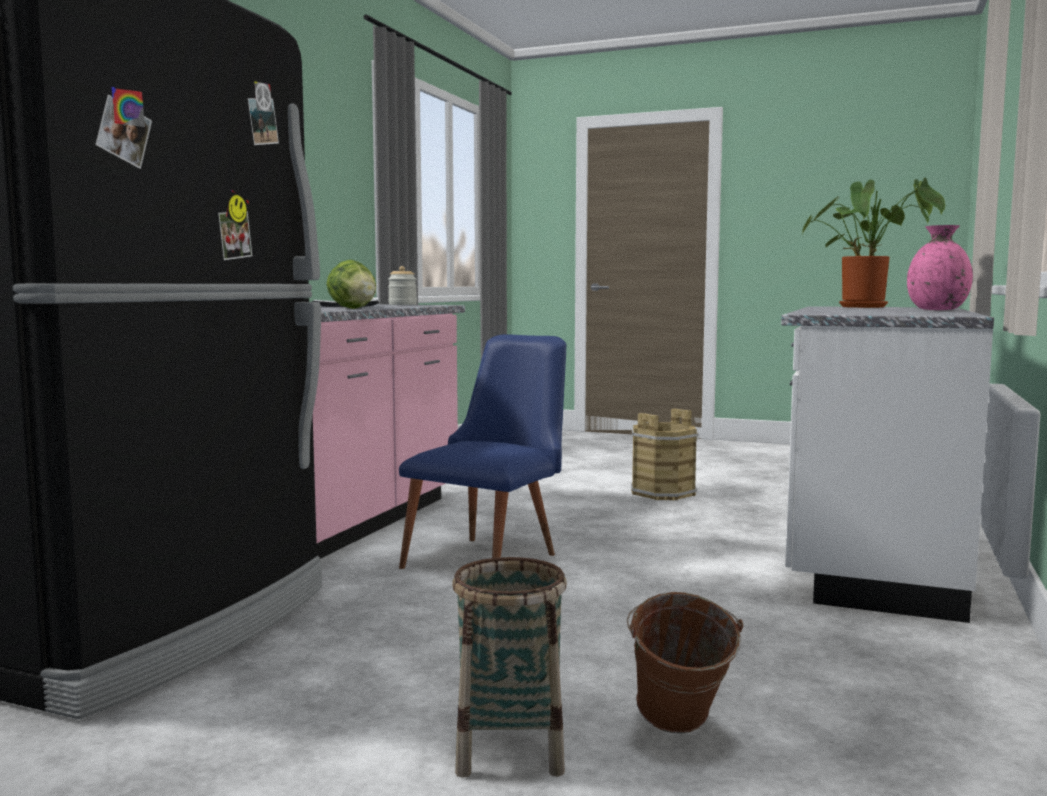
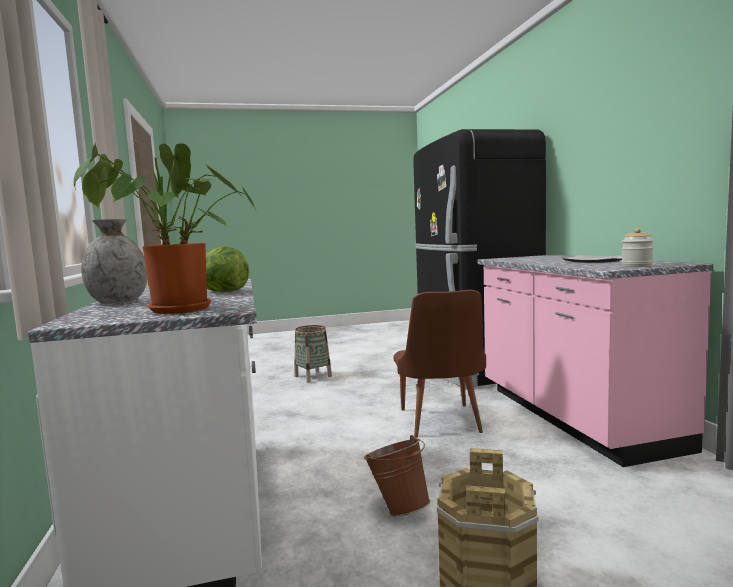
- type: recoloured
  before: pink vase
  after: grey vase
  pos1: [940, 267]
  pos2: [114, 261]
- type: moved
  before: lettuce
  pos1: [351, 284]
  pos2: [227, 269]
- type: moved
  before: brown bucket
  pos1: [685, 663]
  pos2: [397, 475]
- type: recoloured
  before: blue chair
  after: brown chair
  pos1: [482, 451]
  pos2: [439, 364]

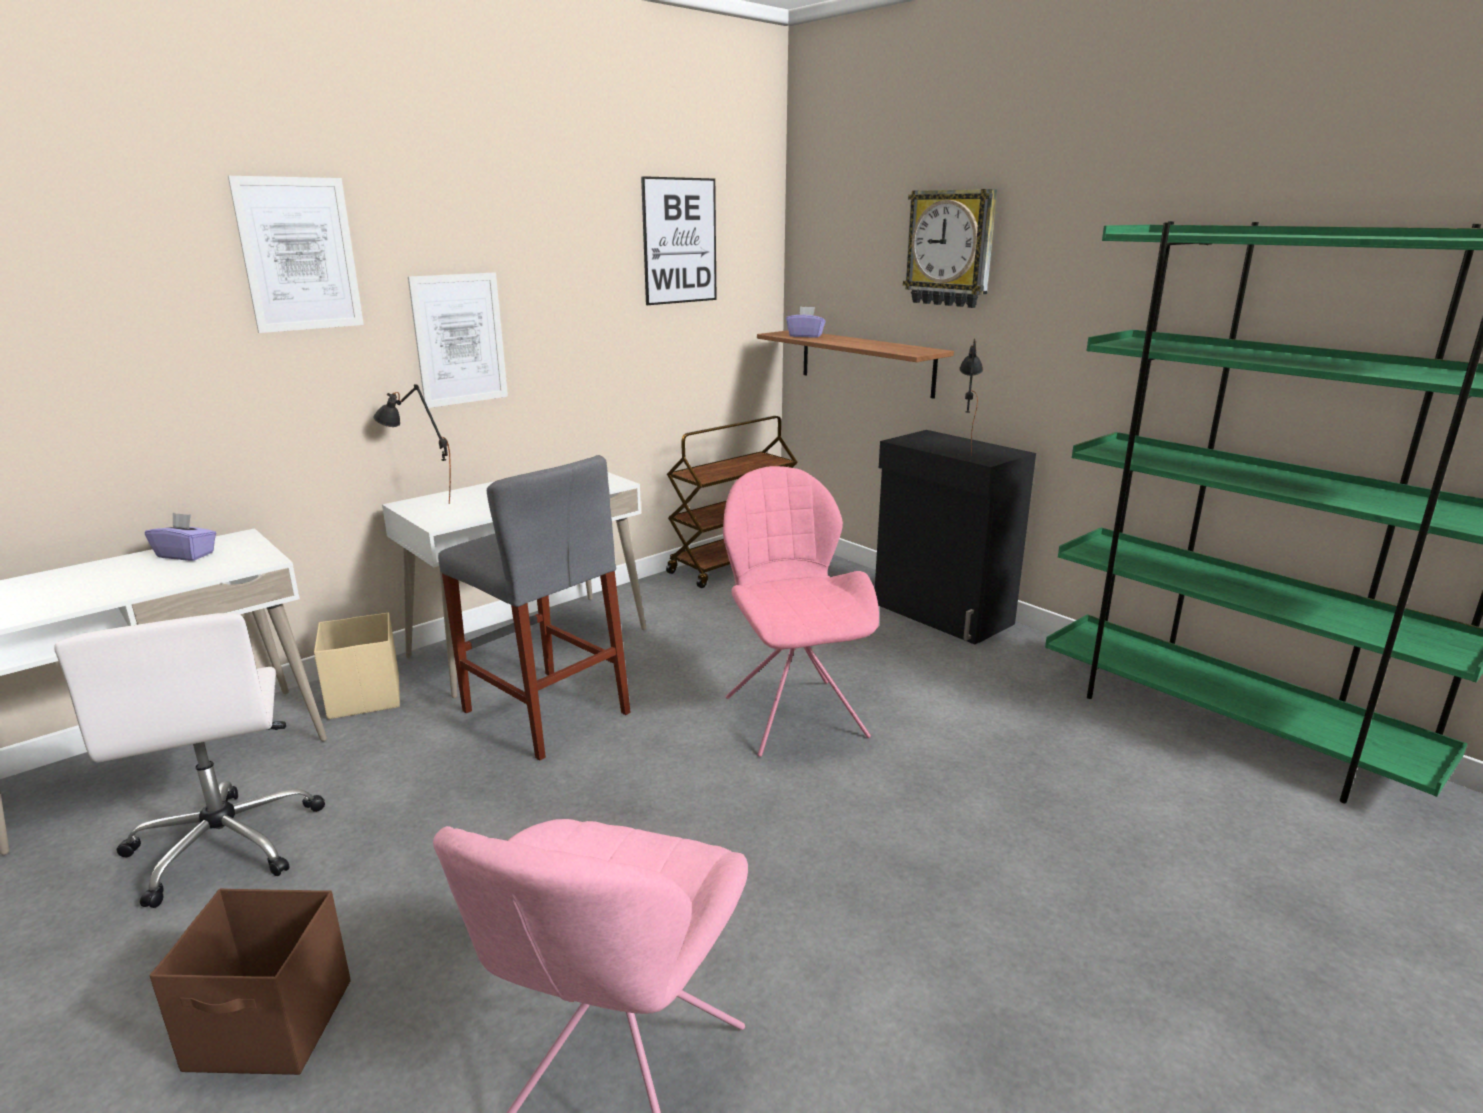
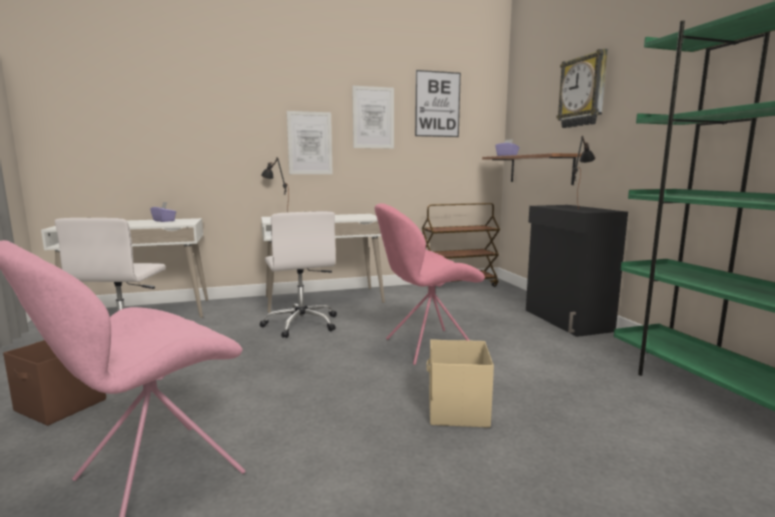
- type: replaced
  before: grey stool
  after: white office chair
  pos1: [534, 608]
  pos2: [298, 274]
- type: moved
  before: picture
  pos1: [296, 254]
  pos2: [373, 117]
- type: turned
  before: pink chair
  pos1: [801, 611]
  pos2: [429, 284]
  turn: -120
- type: moved
  before: beige storage box
  pos1: [357, 665]
  pos2: [460, 383]

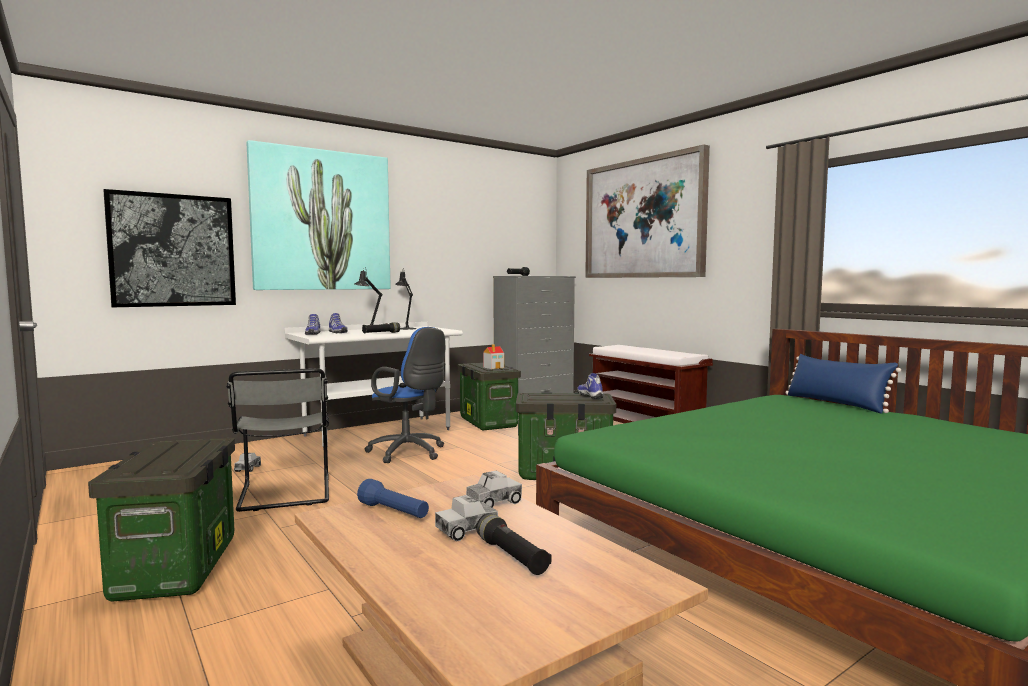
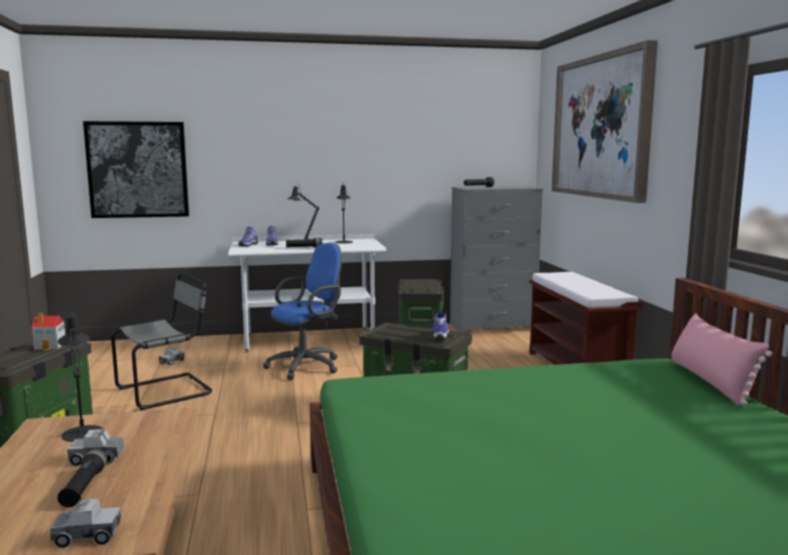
- type: moved
  before: toy house
  pos1: [493, 356]
  pos2: [48, 331]
- type: moved
  before: toy truck
  pos1: [494, 489]
  pos2: [85, 523]
- type: replaced
  before: blue flashlight
  after: black table lamp
  pos1: [393, 498]
  pos2: [80, 376]
- type: turned
  before: grey chair
  pos1: [277, 440]
  pos2: [161, 341]
  turn: -135
- type: turned
  before: blue office chair
  pos1: [404, 395]
  pos2: [302, 311]
  turn: -105
- type: recoloured
  before: blue pillow
  after: pink pillow
  pos1: [843, 384]
  pos2: [722, 359]
- type: removed
  before: picture
  pos1: [319, 215]

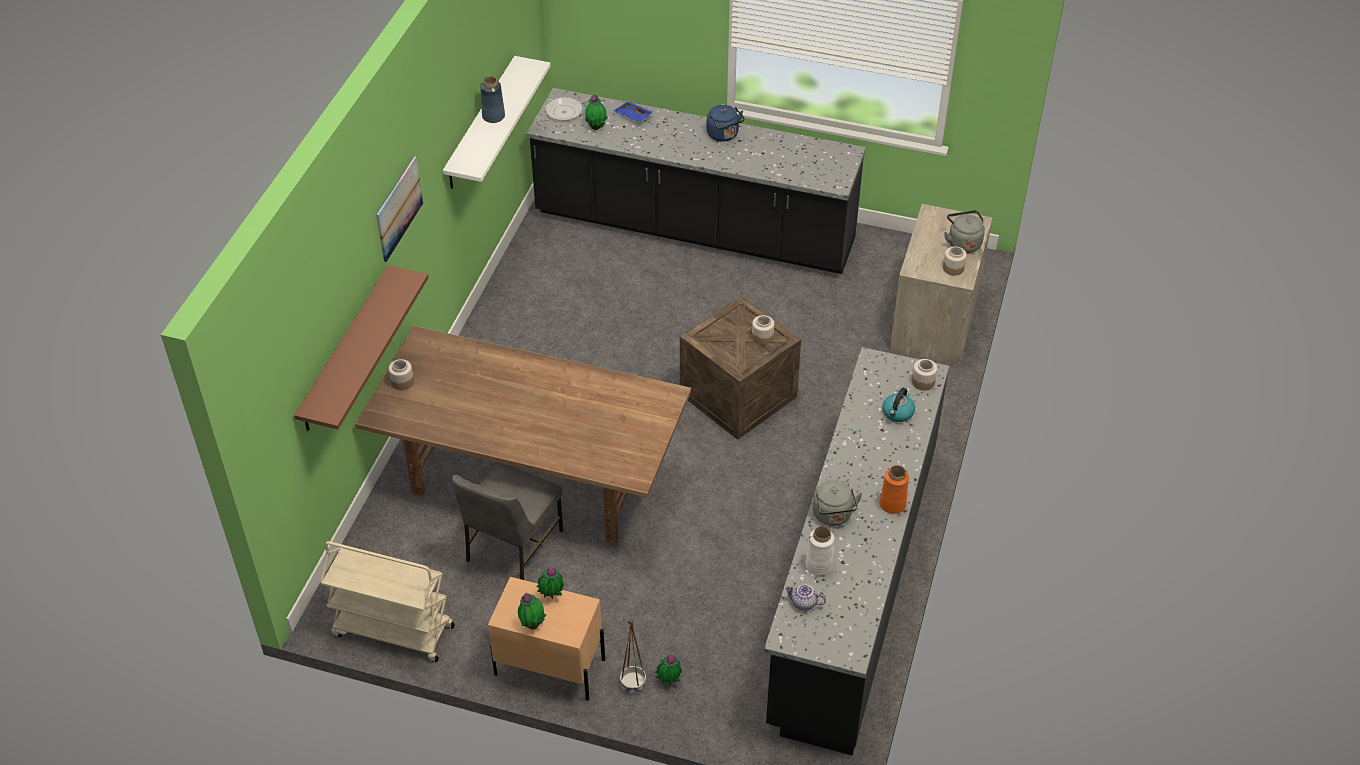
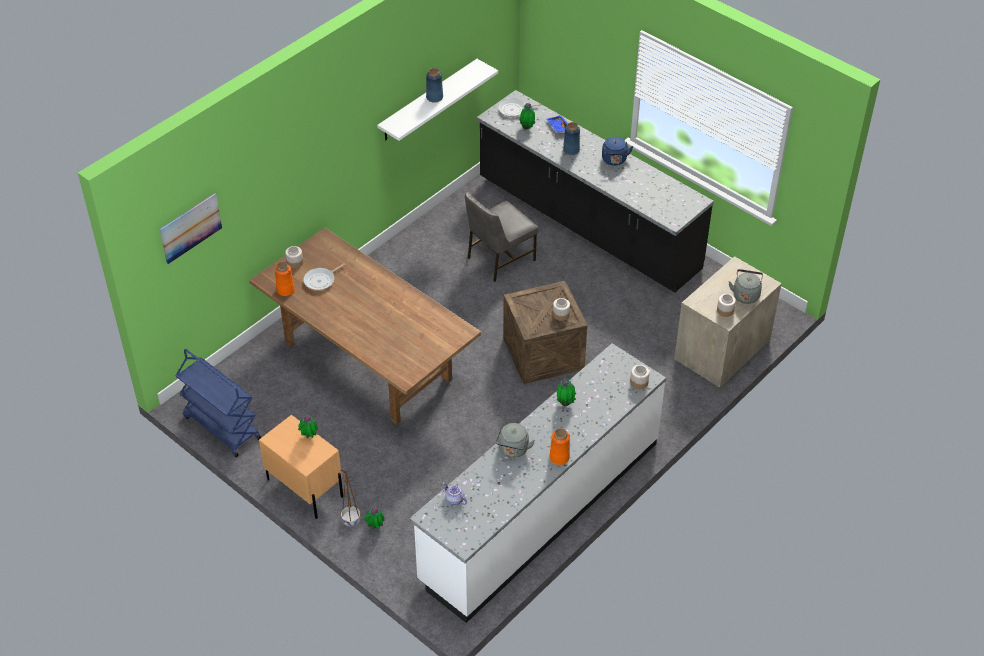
- type: moved
  before: picture
  pos1: [399, 209]
  pos2: [191, 228]
- type: recoloured
  before: beige cart
  after: blue cart
  pos1: [388, 601]
  pos2: [218, 403]
- type: added
  after: orange vase
  pos2: [285, 279]
- type: added
  after: frying pan
  pos2: [324, 276]
- type: recoloured
  before: black counter
  after: white counter
  pos1: [856, 551]
  pos2: [538, 483]
- type: moved
  before: grey chair
  pos1: [508, 521]
  pos2: [501, 237]
- type: moved
  before: potted plant
  pos1: [532, 611]
  pos2: [566, 392]
- type: added
  after: blue vase
  pos2: [571, 138]
- type: removed
  before: brown shelf
  pos1: [361, 348]
- type: removed
  before: white vase
  pos1: [819, 550]
- type: removed
  before: kettle
  pos1: [898, 405]

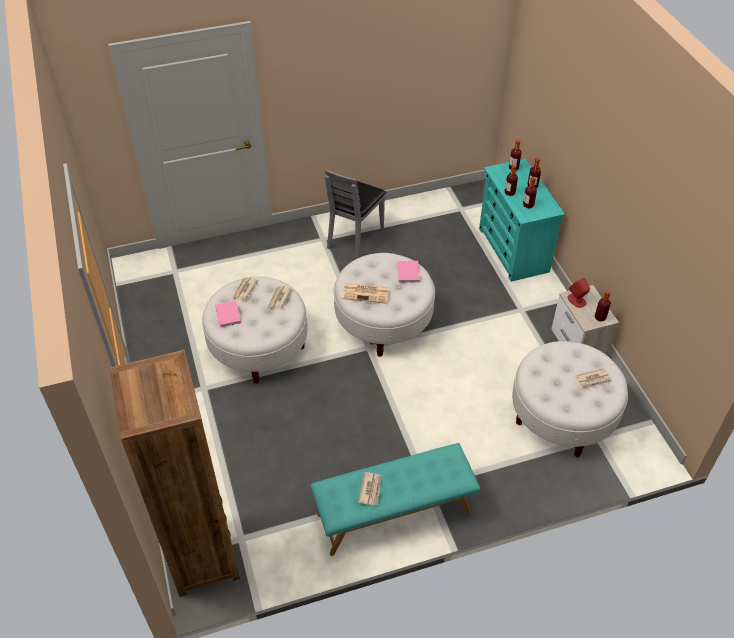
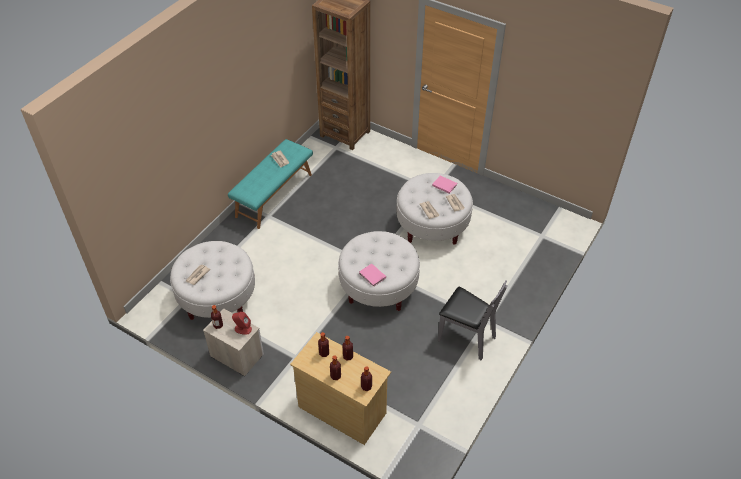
- type: recoloured
  before: turquoise dresser
  after: beige dresser
  pos1: [522, 220]
  pos2: [340, 388]
- type: turned
  before: grey chair
  pos1: [355, 214]
  pos2: [472, 320]
  turn: 135
- type: removed
  before: newspaper
  pos1: [366, 293]

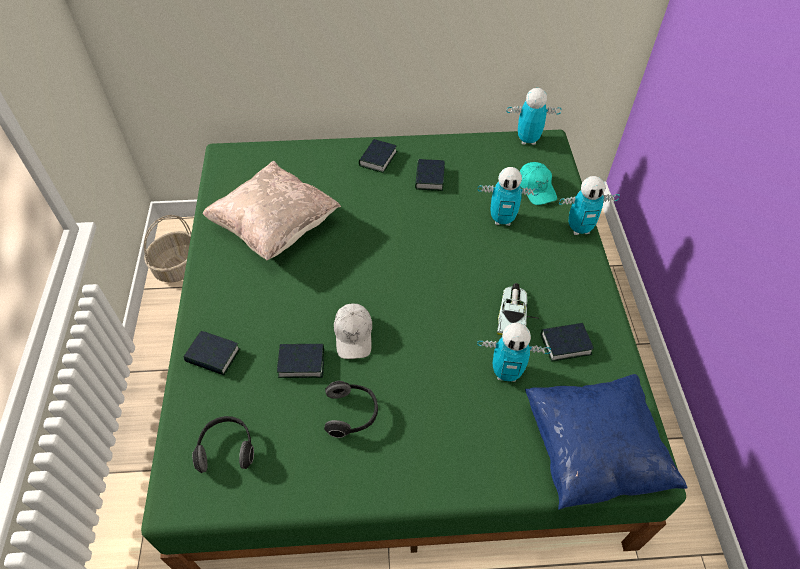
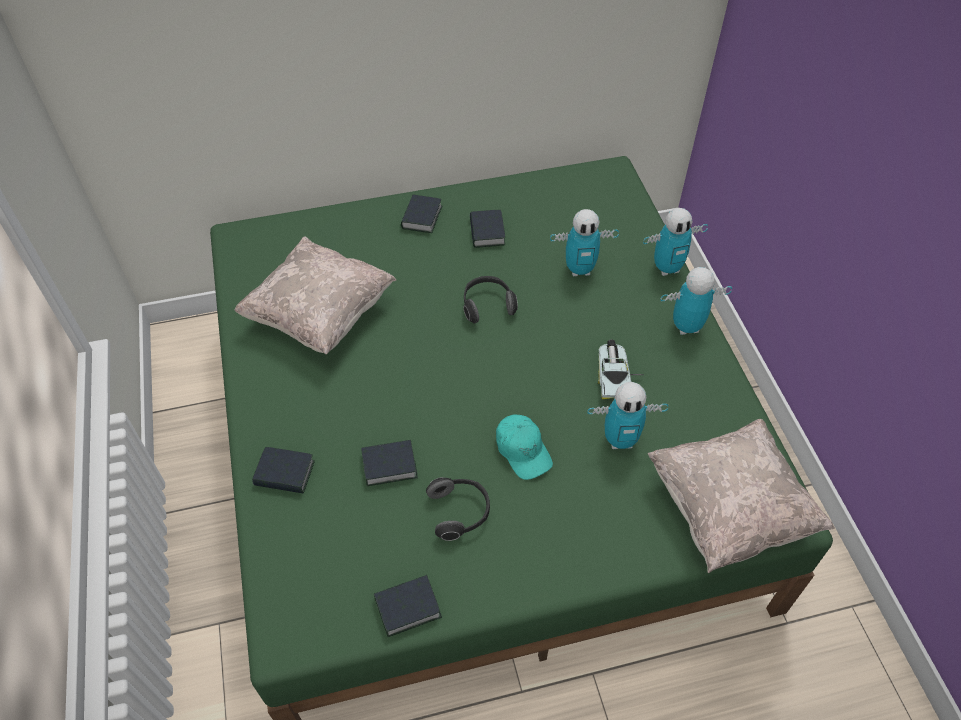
- type: moved
  before: book
  pos1: [567, 342]
  pos2: [408, 606]
- type: moved
  before: headphones
  pos1: [223, 444]
  pos2: [490, 300]
- type: moved
  before: turquoise cap
  pos1: [538, 183]
  pos2: [524, 447]
- type: recoloured
  before: blue pillow
  after: beige pillow
  pos1: [606, 442]
  pos2: [741, 496]
- type: moved
  before: toy robot
  pos1: [534, 116]
  pos2: [696, 301]
- type: removed
  before: basket
  pos1: [167, 249]
- type: removed
  before: white cap
  pos1: [353, 331]

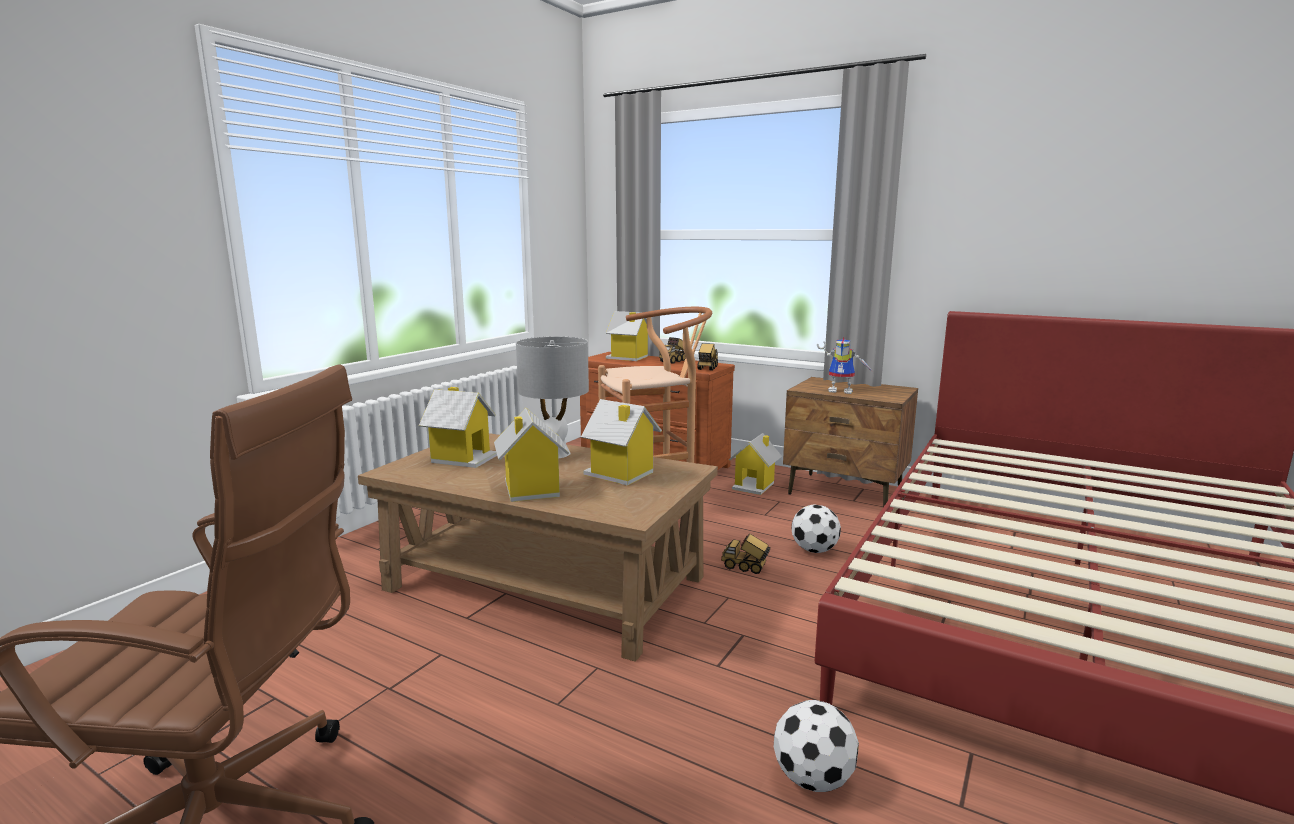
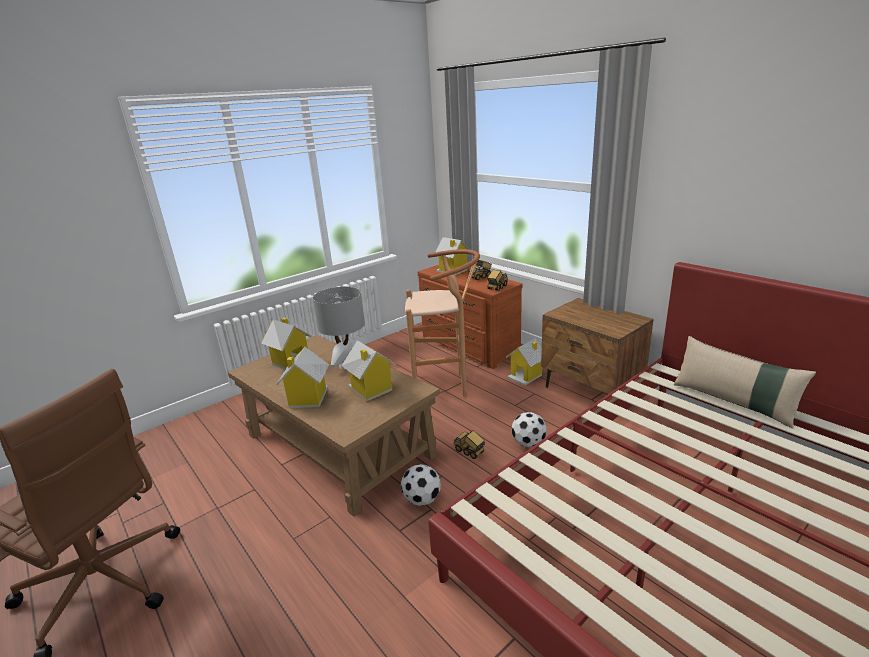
- type: moved
  before: football
  pos1: [816, 746]
  pos2: [421, 485]
- type: added
  after: beige pillow
  pos2: [744, 382]
- type: removed
  before: toy robot
  pos1: [845, 366]

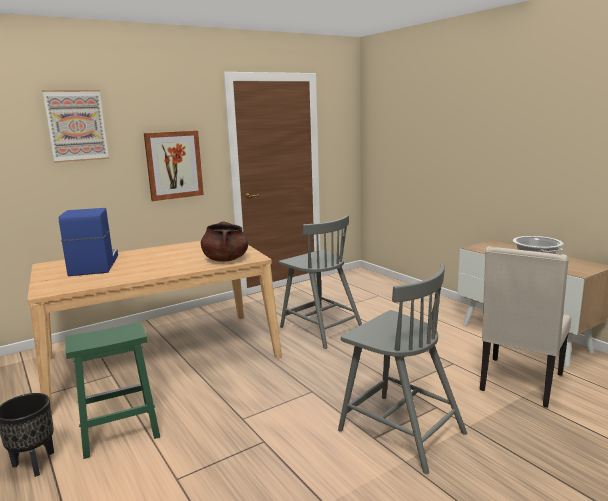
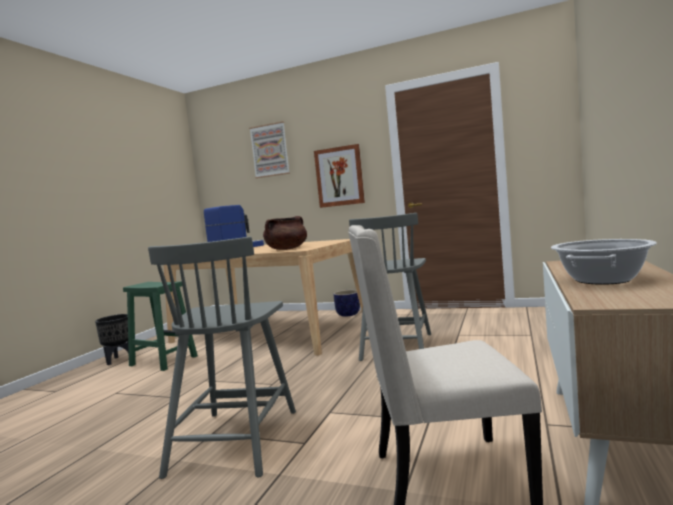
- type: added
  after: planter
  pos2: [347, 303]

